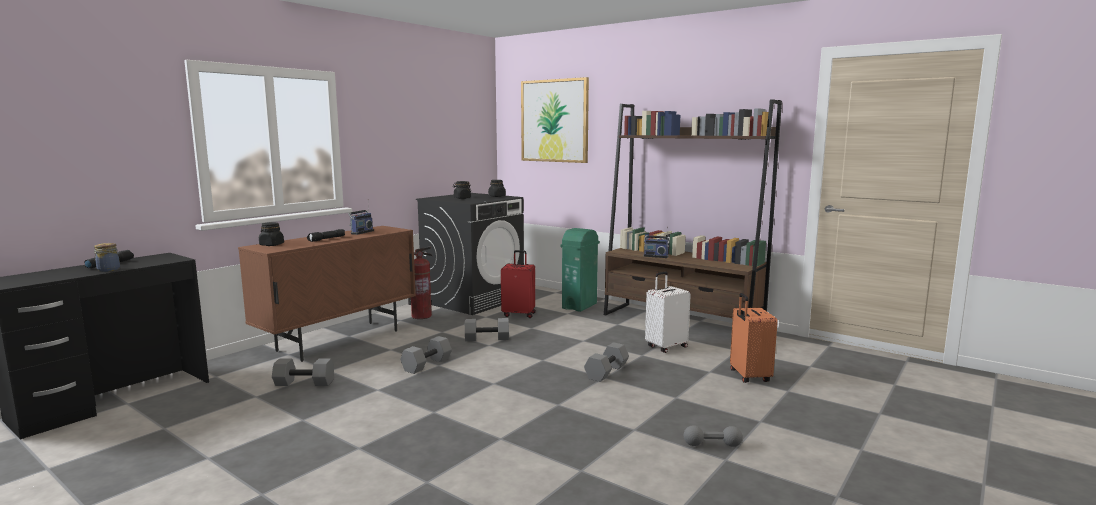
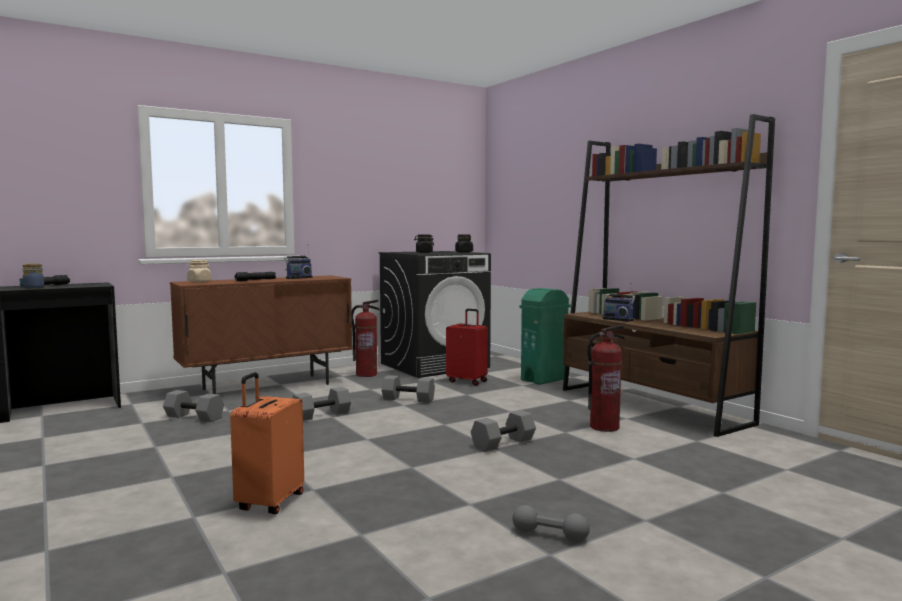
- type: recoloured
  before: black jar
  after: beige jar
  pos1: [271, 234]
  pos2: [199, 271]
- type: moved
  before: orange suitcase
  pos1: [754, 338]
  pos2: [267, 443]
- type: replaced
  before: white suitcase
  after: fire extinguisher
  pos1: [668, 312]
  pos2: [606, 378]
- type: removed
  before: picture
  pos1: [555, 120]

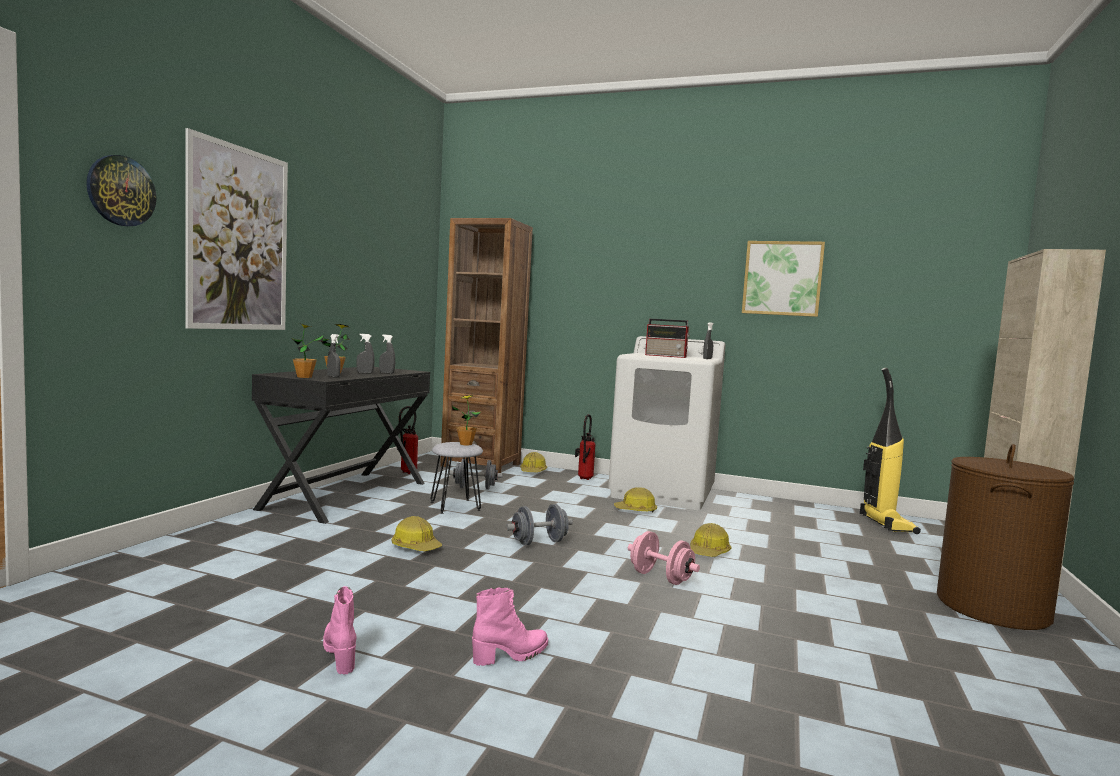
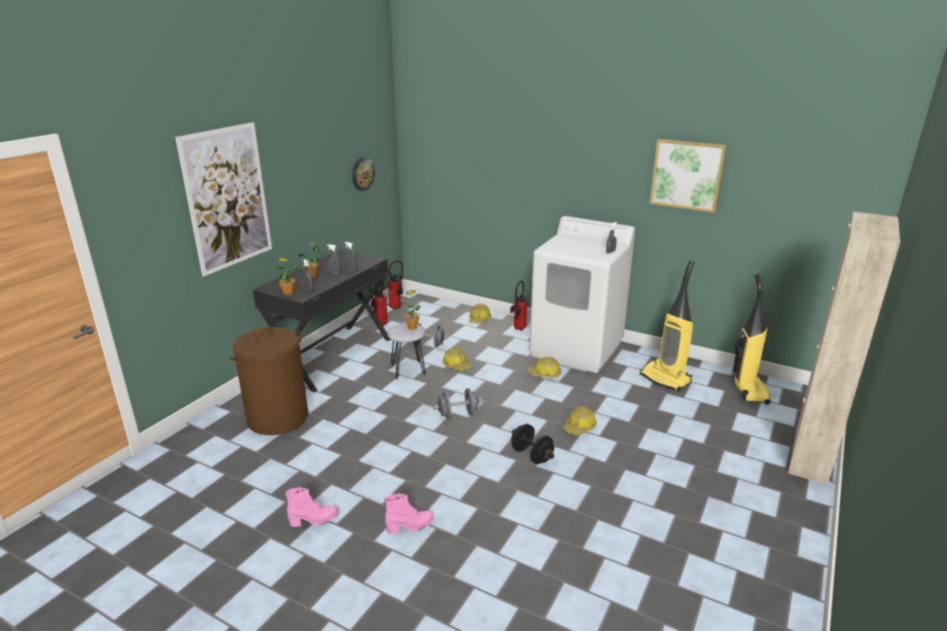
- type: moved
  before: brown laundry basket
  pos1: [1005, 537]
  pos2: [268, 381]
- type: turned
  before: pink boot
  pos1: [339, 630]
  pos2: [311, 507]
  turn: 90
- type: moved
  before: wall clock
  pos1: [121, 190]
  pos2: [363, 174]
- type: added
  after: fire extinguisher
  pos2: [395, 285]
- type: moved
  before: hard hat
  pos1: [417, 533]
  pos2: [457, 359]
- type: recoloured
  before: pink dumbbell
  after: black dumbbell
  pos1: [664, 558]
  pos2: [532, 444]
- type: added
  after: vacuum cleaner
  pos2: [667, 326]
- type: removed
  before: brown bookcase
  pos1: [486, 345]
- type: removed
  before: radio
  pos1: [667, 338]

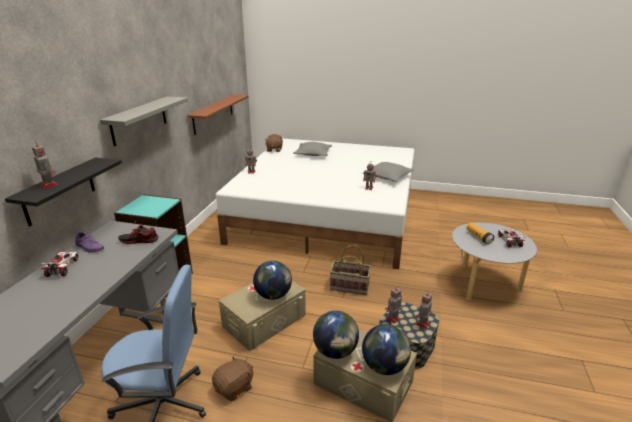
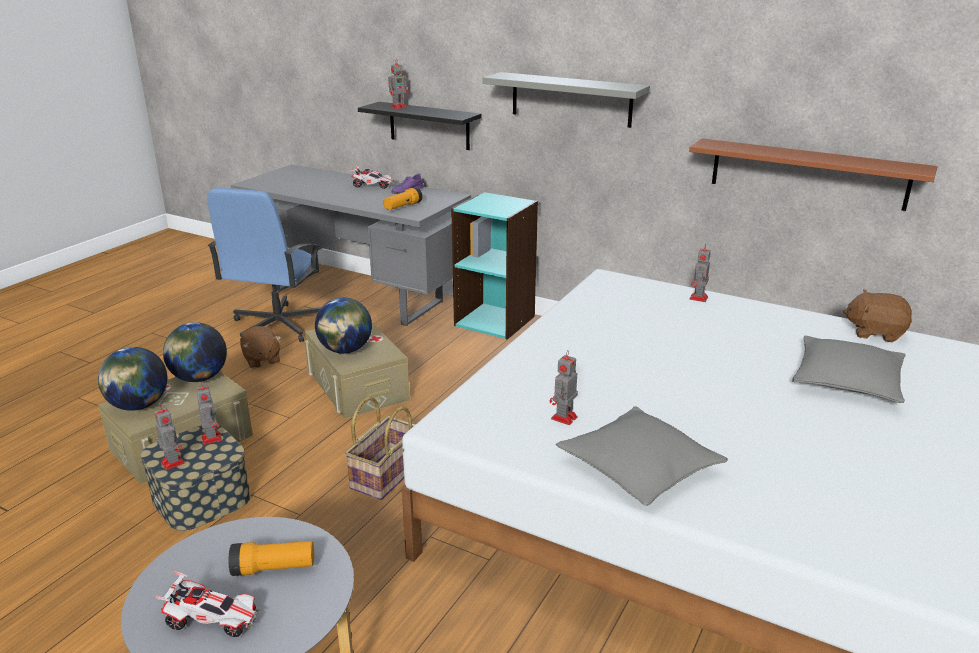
- type: replaced
  before: shoe
  after: flashlight
  pos1: [138, 234]
  pos2: [403, 198]

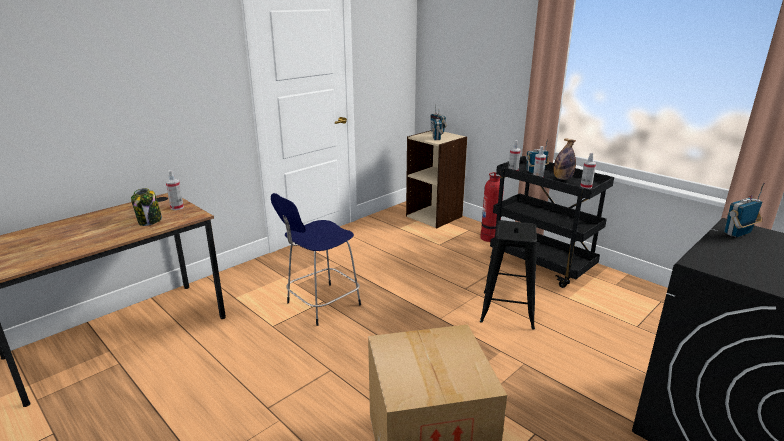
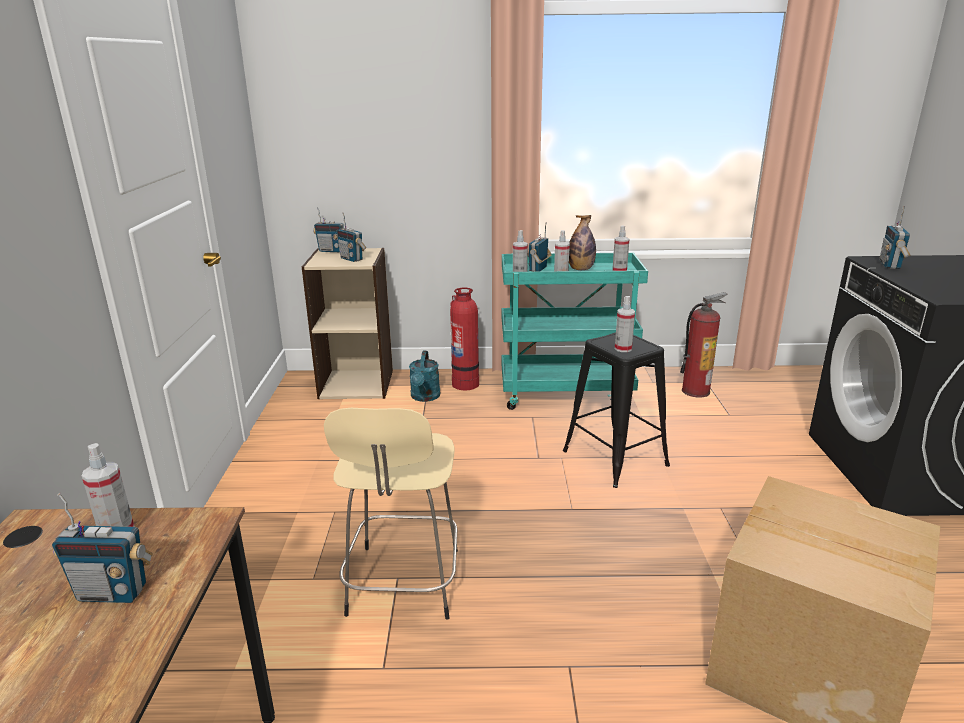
- type: replaced
  before: jar
  after: radio
  pos1: [146, 207]
  pos2: [102, 548]
- type: recoloured
  before: blue stool
  after: beige stool
  pos1: [316, 259]
  pos2: [391, 514]
- type: added
  after: turquoise watering can
  pos2: [425, 376]
- type: recoloured
  before: black cart
  after: turquoise cart
  pos1: [552, 222]
  pos2: [574, 331]
- type: added
  after: spray bottle
  pos2: [625, 324]
- type: added
  after: fire extinguisher
  pos2: [704, 345]

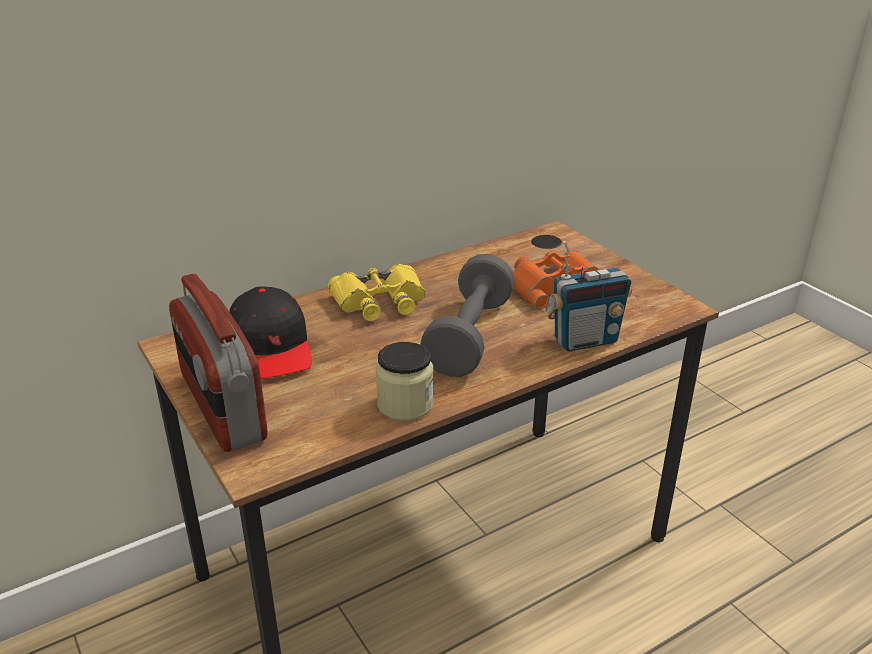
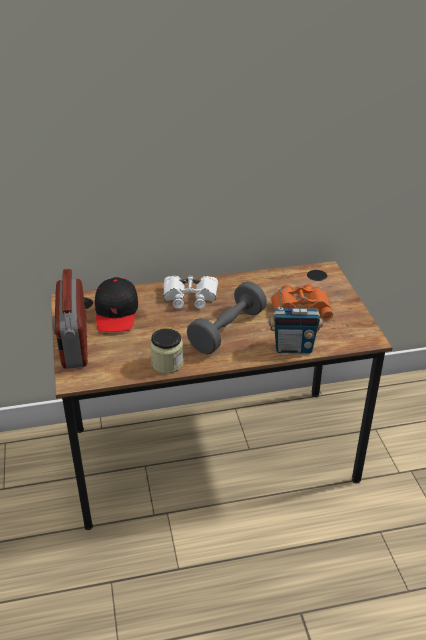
- type: recoloured
  before: yellow binoculars
  after: white binoculars
  pos1: [376, 292]
  pos2: [190, 292]

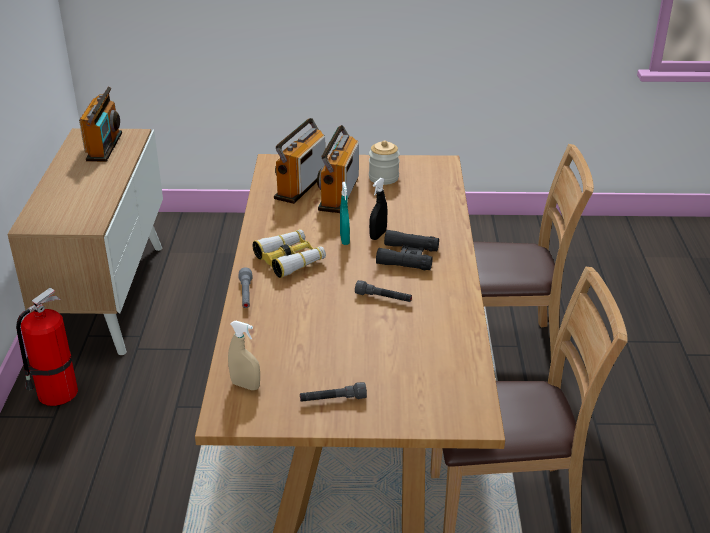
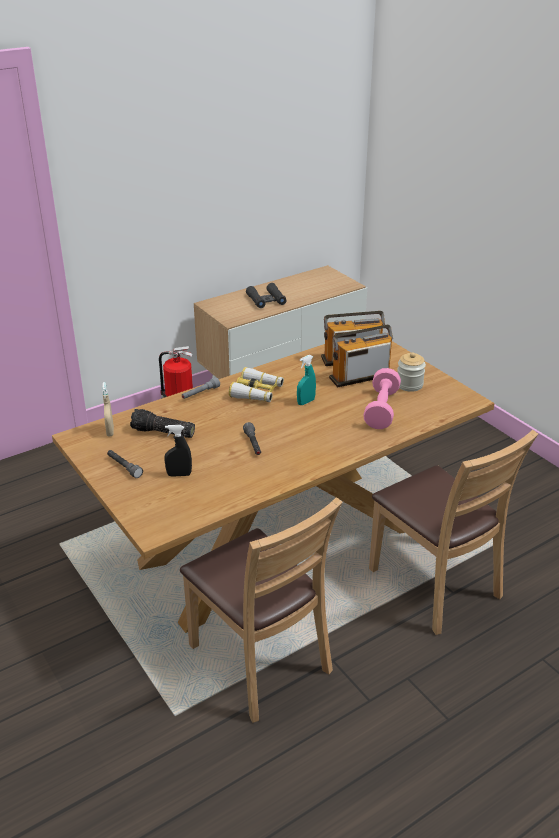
- type: added
  after: flashlight
  pos2: [162, 423]
- type: moved
  before: black spray bottle
  pos1: [378, 209]
  pos2: [178, 451]
- type: moved
  before: black binoculars
  pos1: [407, 250]
  pos2: [266, 295]
- type: added
  after: pink dumbbell
  pos2: [382, 398]
- type: removed
  before: radio
  pos1: [100, 124]

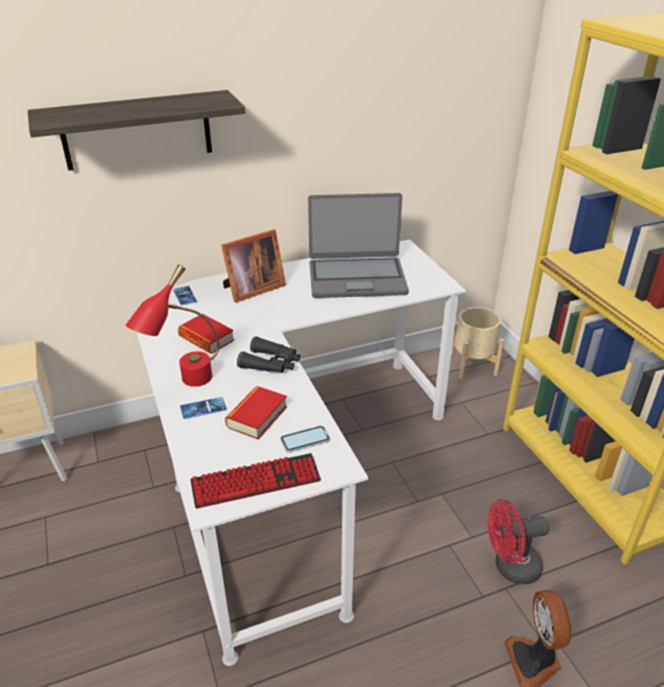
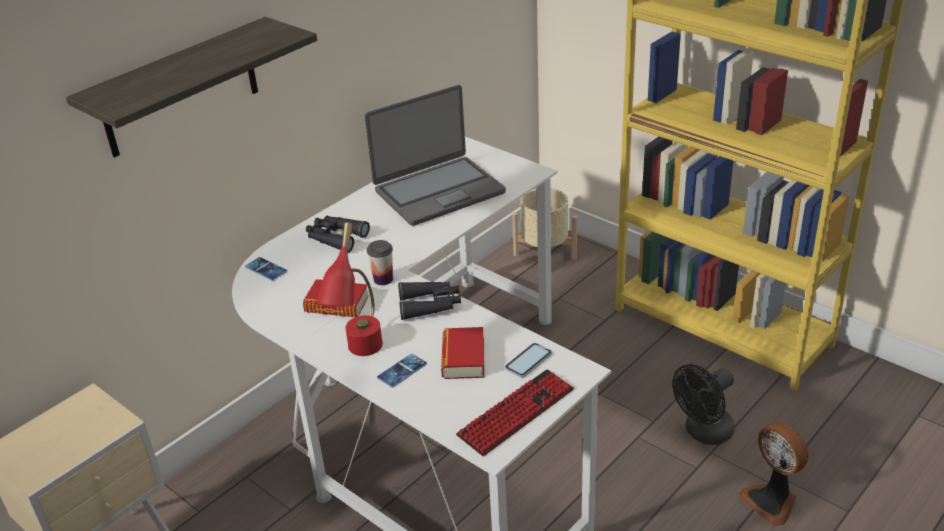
- type: replaced
  before: picture frame
  after: black binoculars
  pos1: [253, 265]
  pos2: [338, 234]
- type: added
  after: cup
  pos2: [380, 262]
- type: recoloured
  before: red fan
  after: black fan
  pos1: [518, 541]
  pos2: [703, 404]

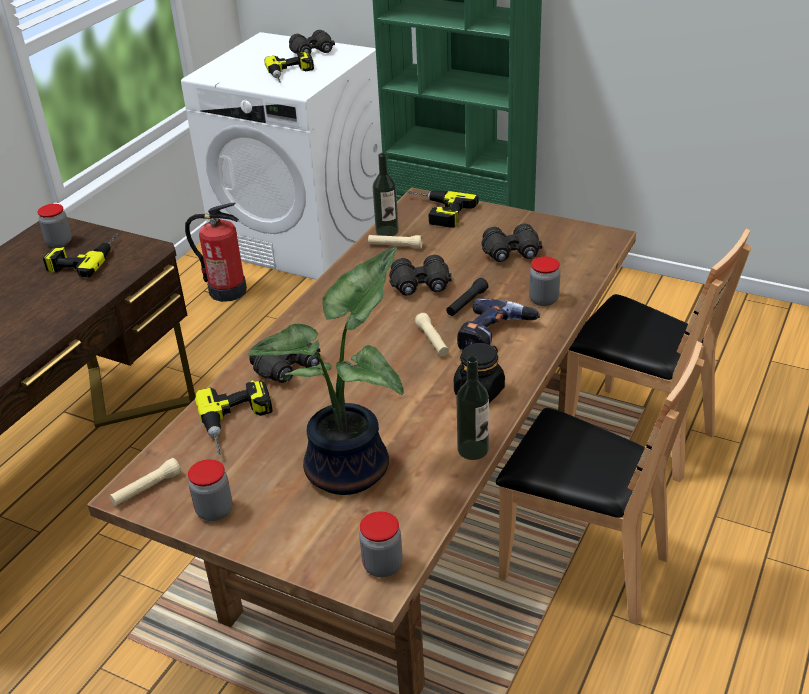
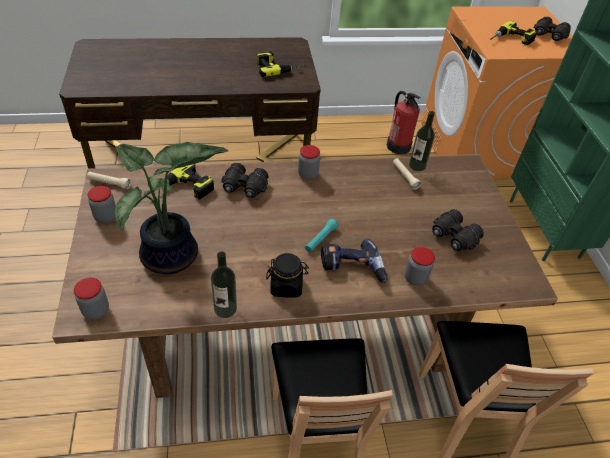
- type: moved
  before: jar
  pos1: [54, 225]
  pos2: [309, 162]
- type: recoloured
  before: beige flashlight
  after: turquoise flashlight
  pos1: [432, 334]
  pos2: [321, 235]
- type: recoloured
  before: white washing machine
  after: orange washing machine
  pos1: [281, 156]
  pos2: [497, 93]
- type: removed
  before: black binoculars
  pos1: [420, 275]
- type: removed
  before: power drill
  pos1: [443, 209]
- type: removed
  before: black flashlight
  pos1: [467, 297]

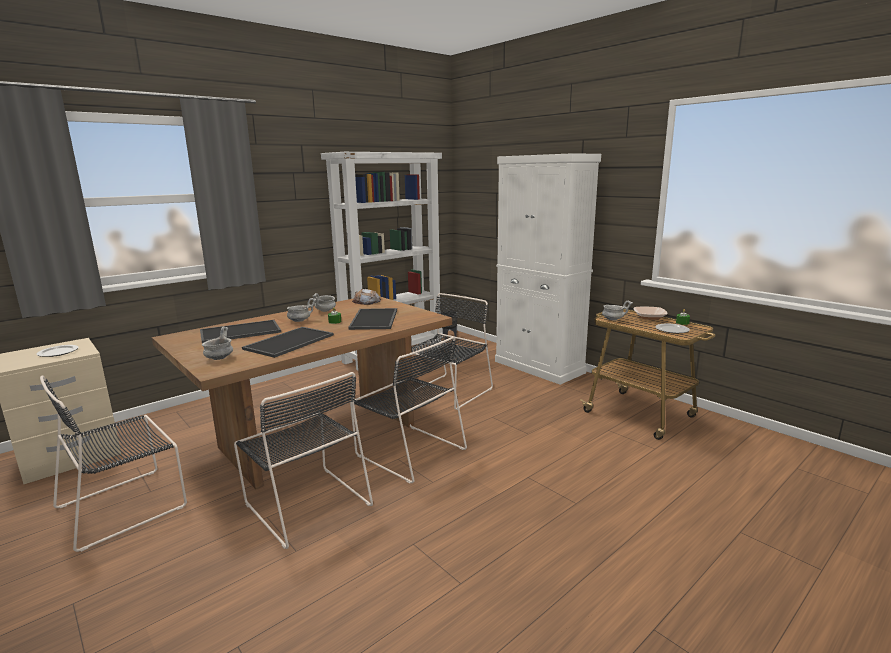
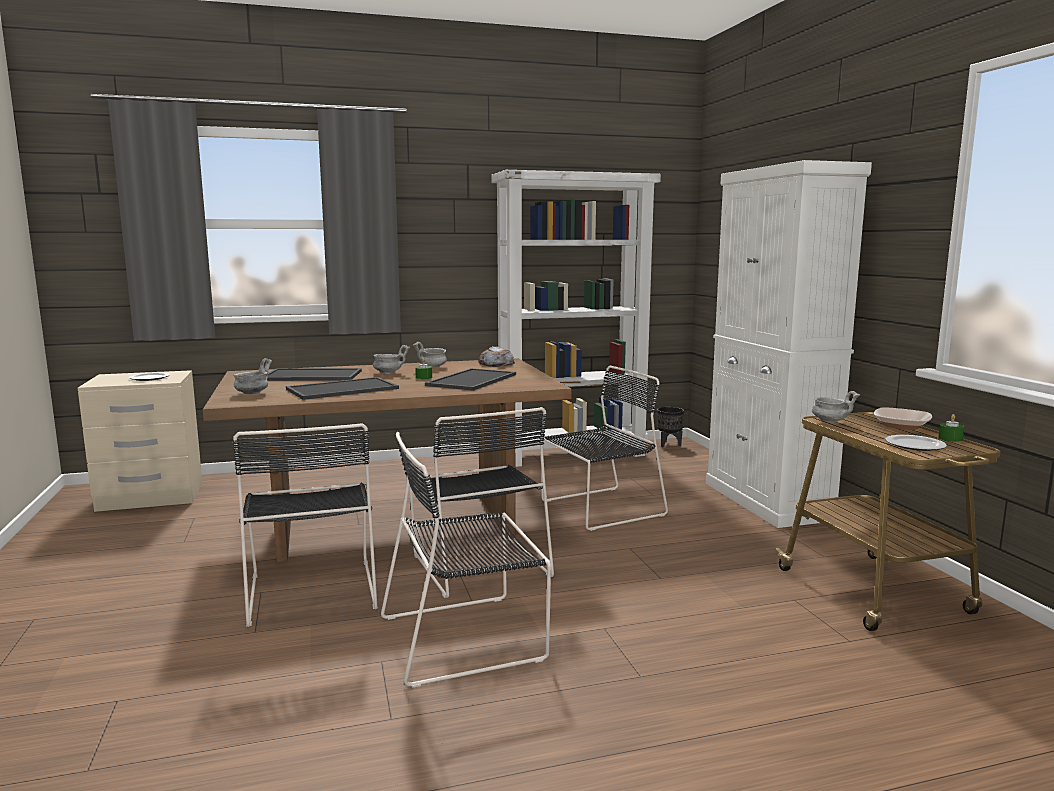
- type: moved
  before: black chair
  pos1: [113, 463]
  pos2: [466, 560]

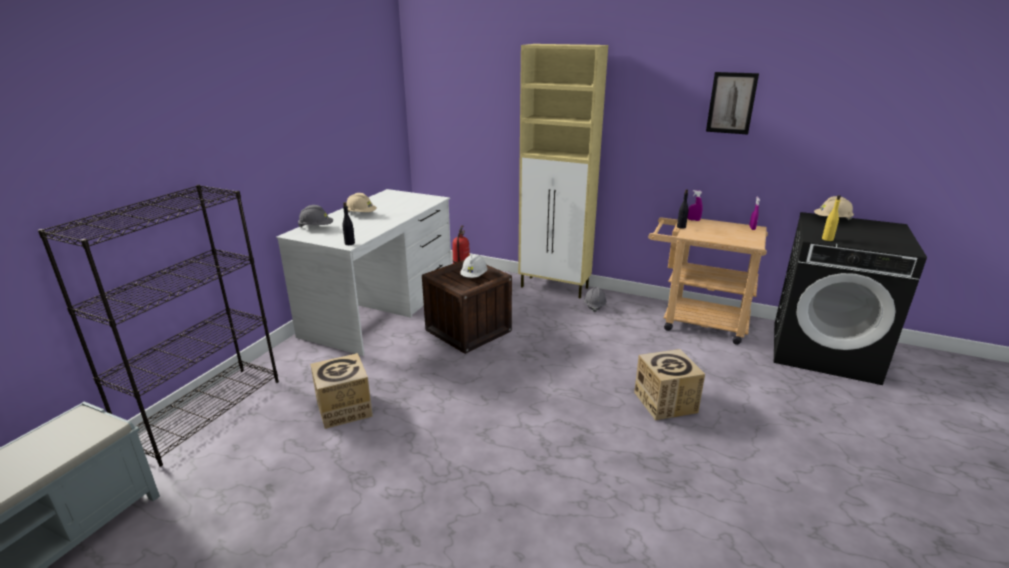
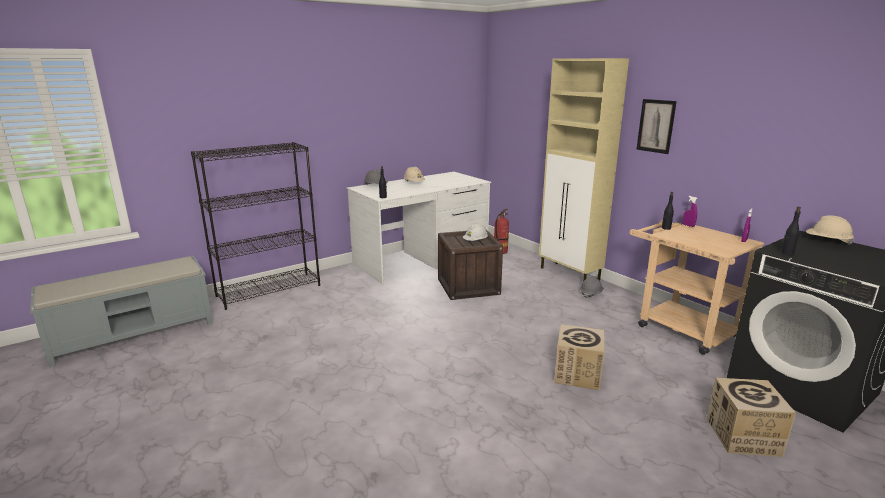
- type: moved
  before: picture
  pos1: [732, 103]
  pos2: [657, 126]
- type: moved
  before: cardboard box
  pos1: [341, 391]
  pos2: [751, 417]
- type: recoloured
  before: yellow bottle
  after: black bottle
  pos1: [831, 218]
  pos2: [791, 231]

